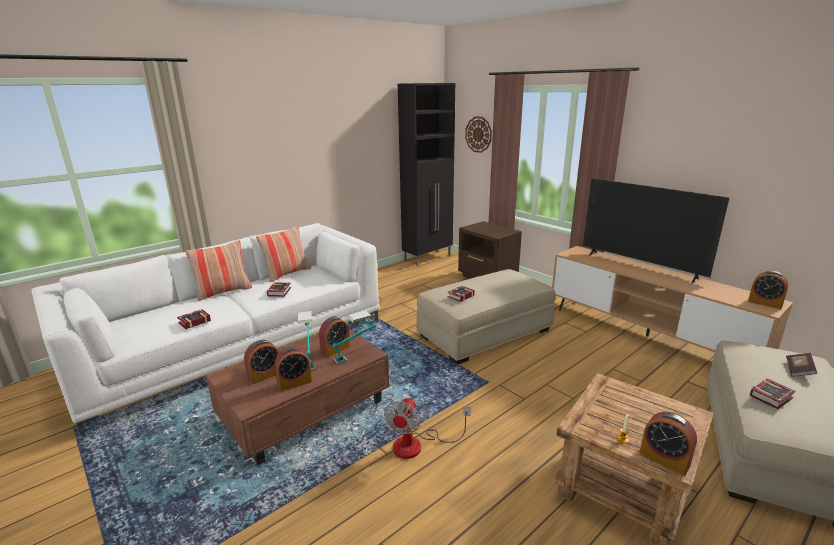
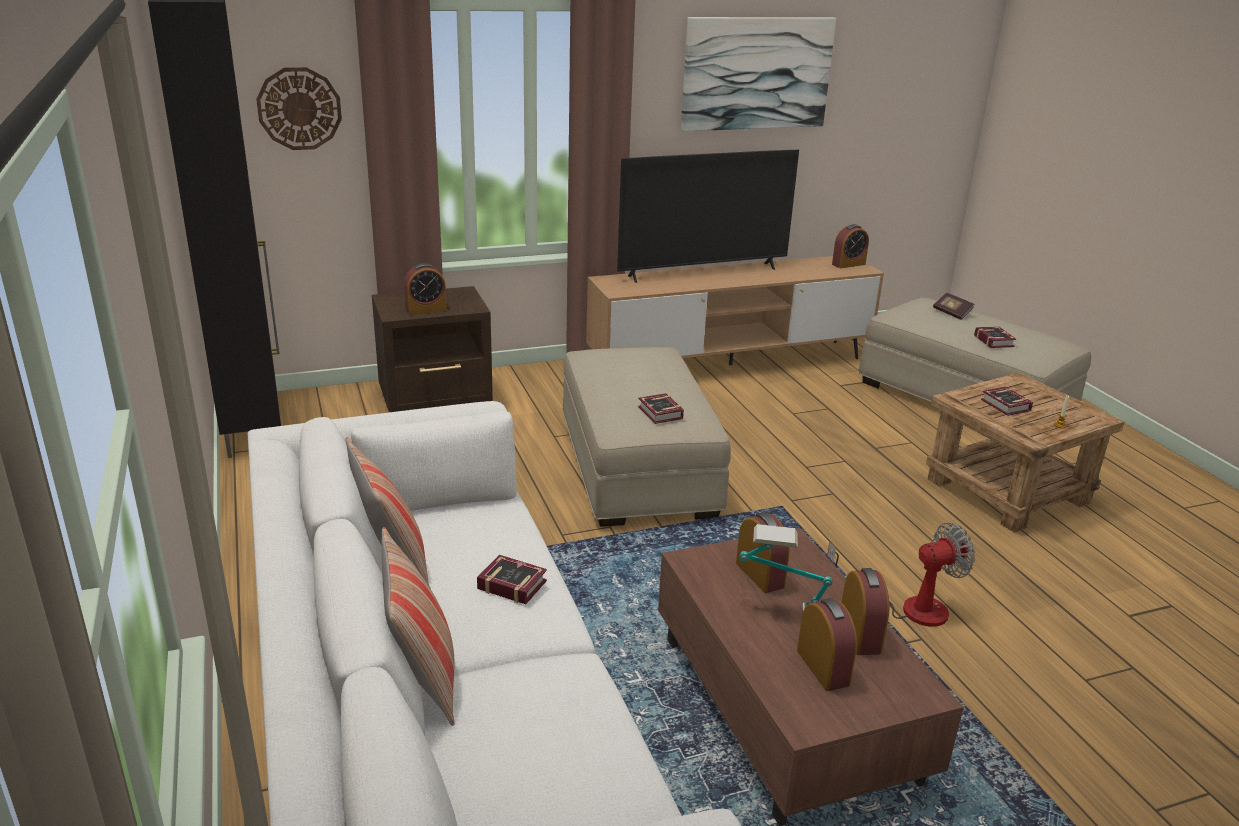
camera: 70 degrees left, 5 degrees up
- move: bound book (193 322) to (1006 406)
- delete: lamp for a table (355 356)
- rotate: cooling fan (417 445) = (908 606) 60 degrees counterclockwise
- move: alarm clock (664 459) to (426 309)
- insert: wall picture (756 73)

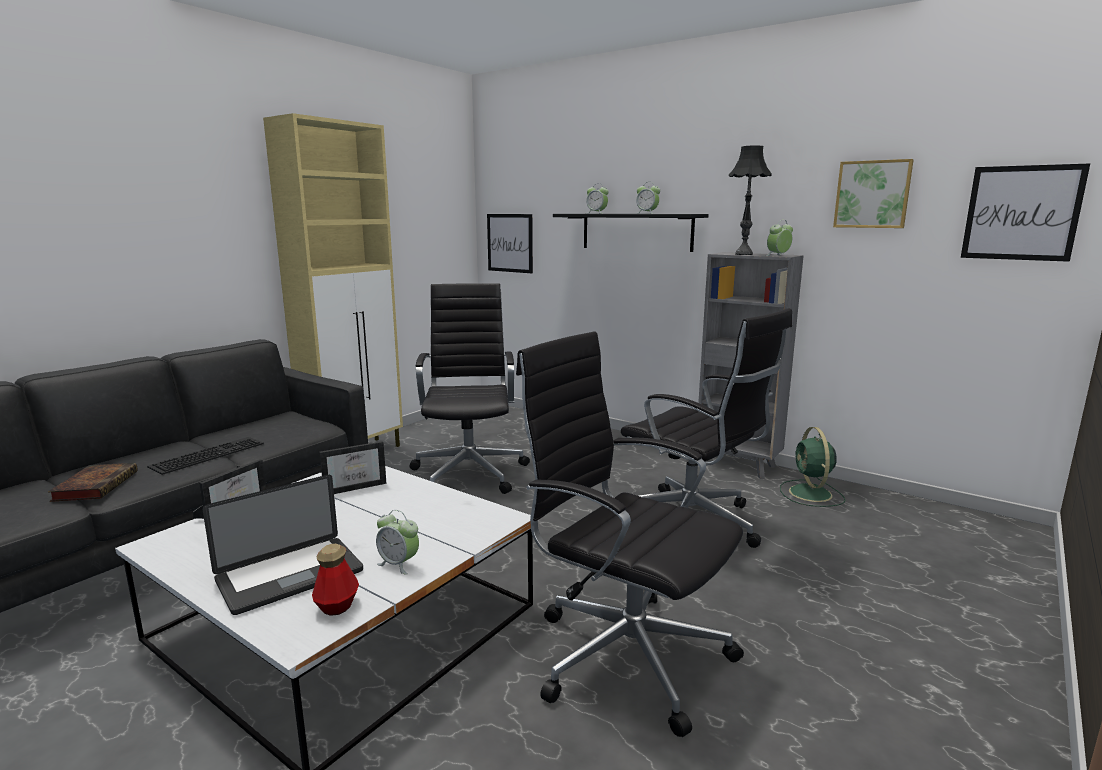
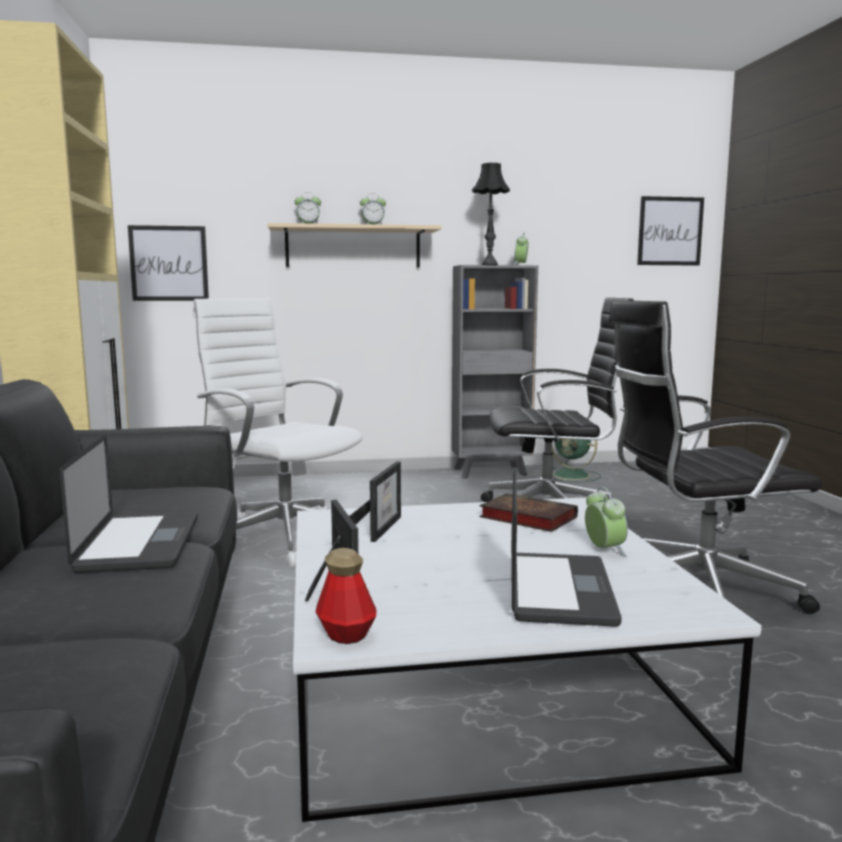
camera: 45 degrees left, 5 degrees down
- delete: wall picture (872 194)
- recolor: black bracket shelf (636 232) to sand-coloured bracket shelf (353 247)
- recolor: black computer chair (470 472) to white computer chair (282 537)
- replace: computer keyboard (208 454) to portable computer (140 544)
- move: bound book (96 485) to (525 517)
- rotate: alarm clock (399 564) = (604 550) 90 degrees counterclockwise
- move: beverage bottle (337 606) to (346 634)

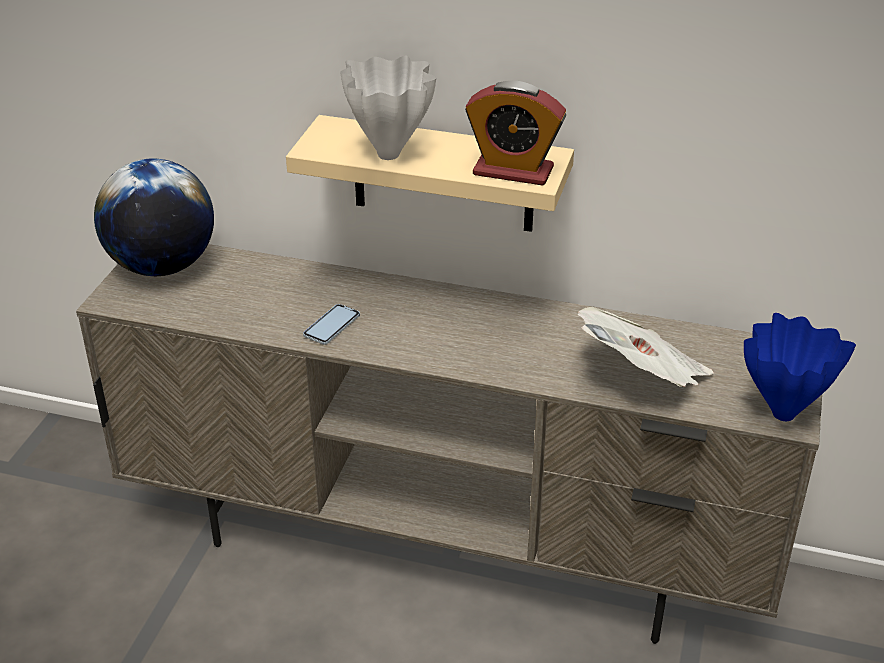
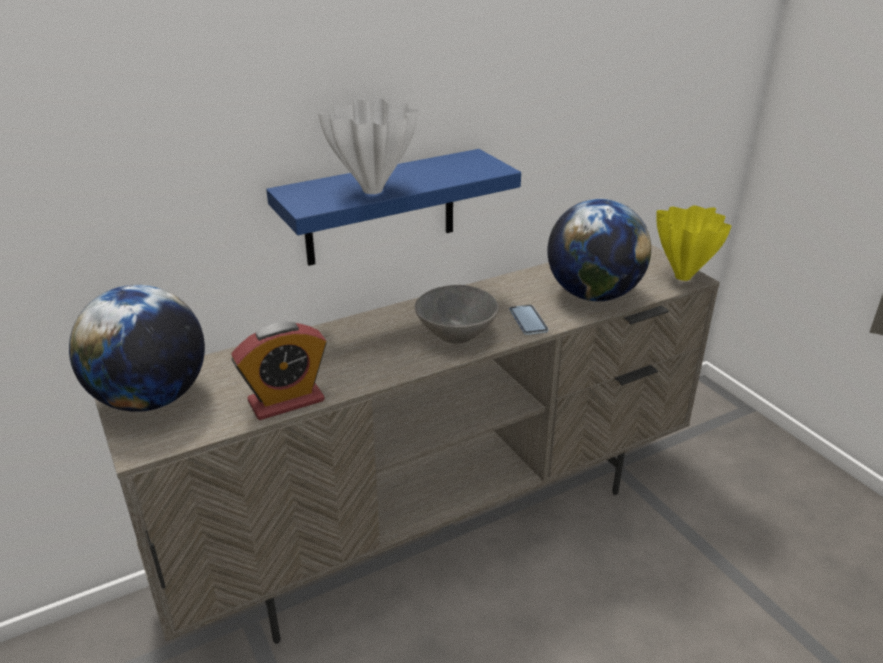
camera: 45 degrees left, 5 degrees down
- move: alarm clock (513 171) to (286 401)
- recolor: sand-coloured bracket shelf (443 174) to bluish bracket shelf (380 208)
- move: handset (332 325) to (528 321)
- replace: newspaper (643 377) to desk globe (593 295)
- recolor: bluish vase (781 414) to yellowish vase (682 277)
- insert: gray bowl (457 334)

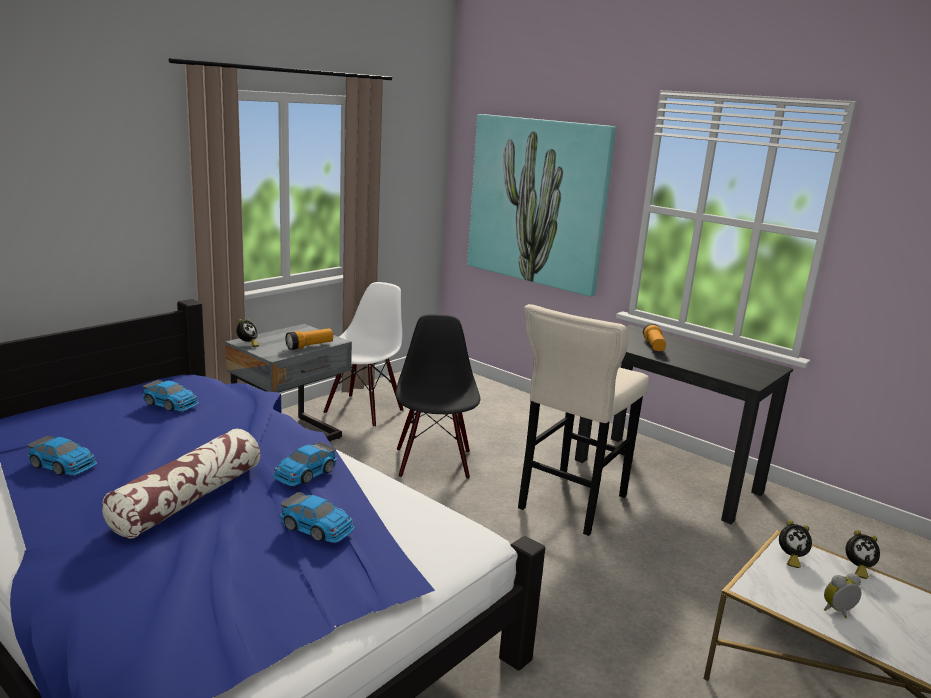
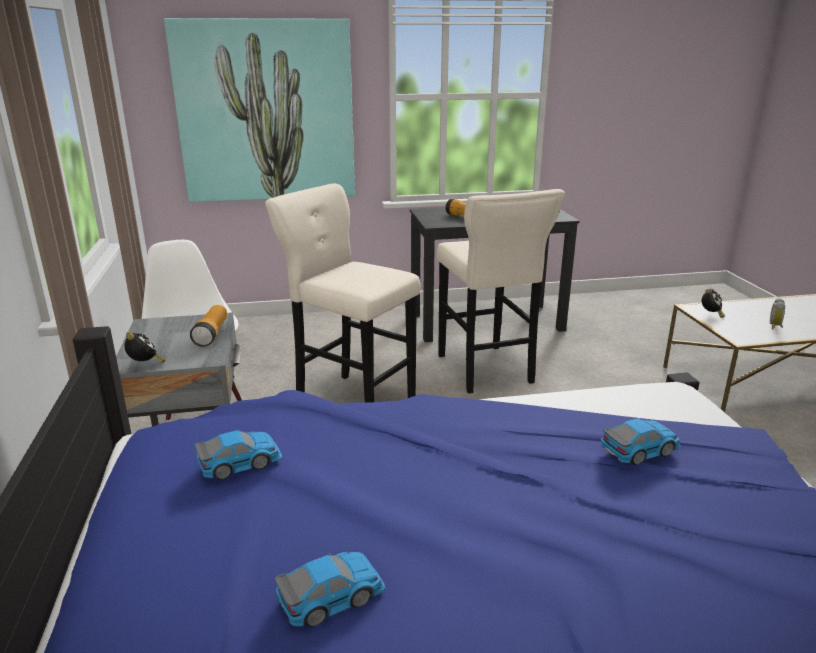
camera: 50 degrees left, 5 degrees up
- replace: black plain chair (433 463) to sand-coloured stool (351 401)
- delete: cushion (189 499)
- delete: toy car (305 473)
- delete: alarm clock (857 569)

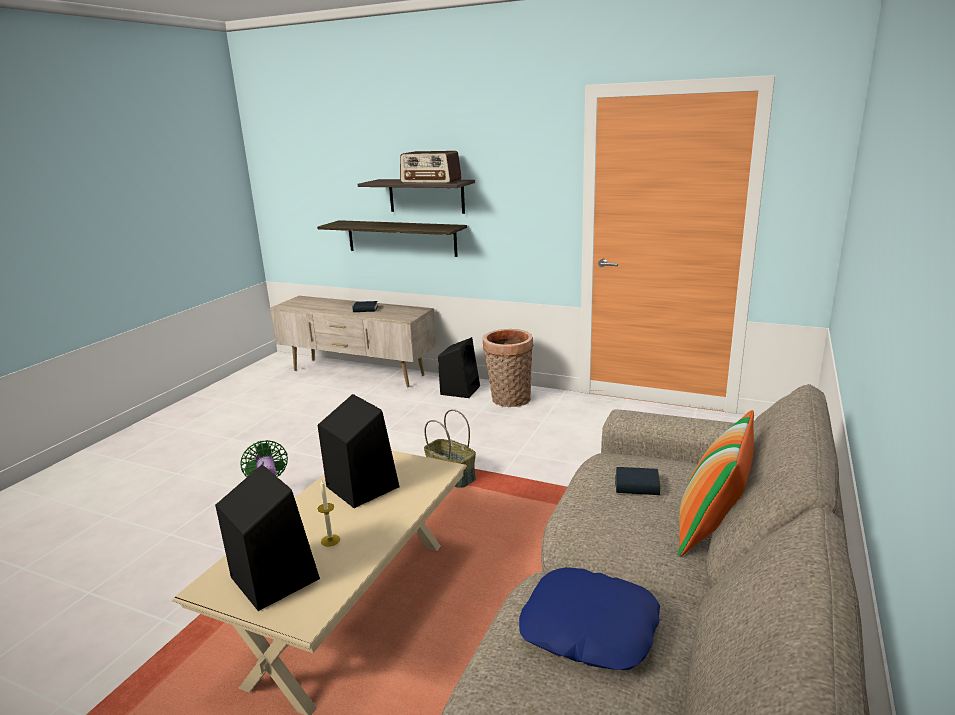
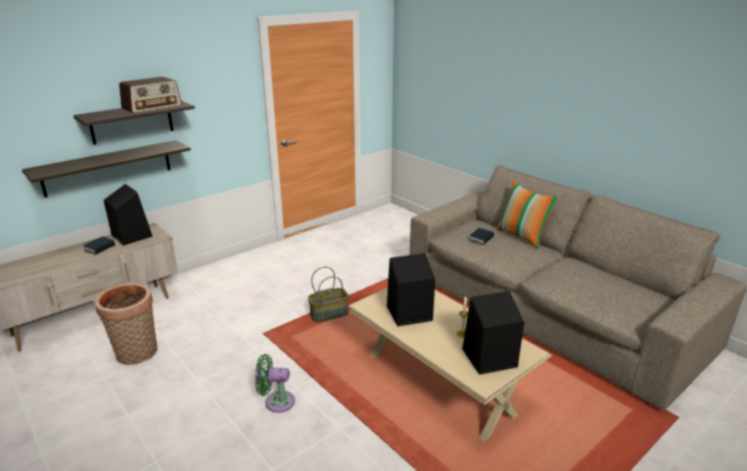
camera: 65 degrees left, 5 degrees up
- move: basket (509 400) to (136 355)
- move: black loudspeaker (460 390) to (131 236)
- delete: bluish cushion (588 629)

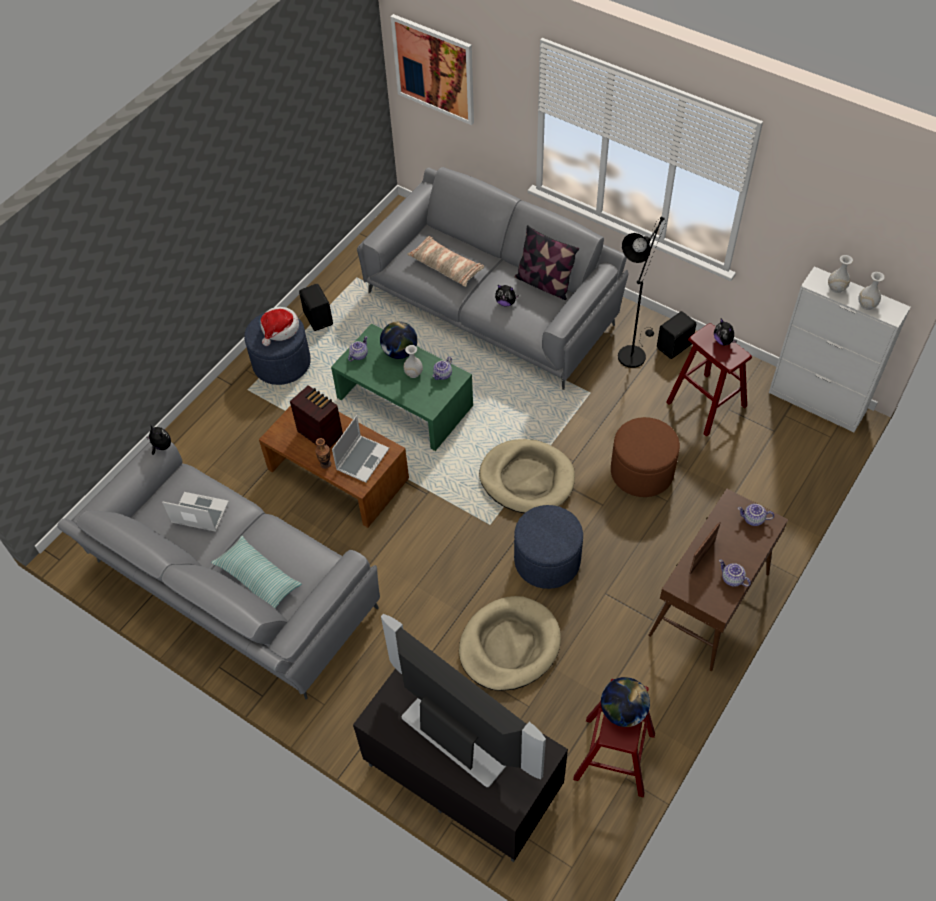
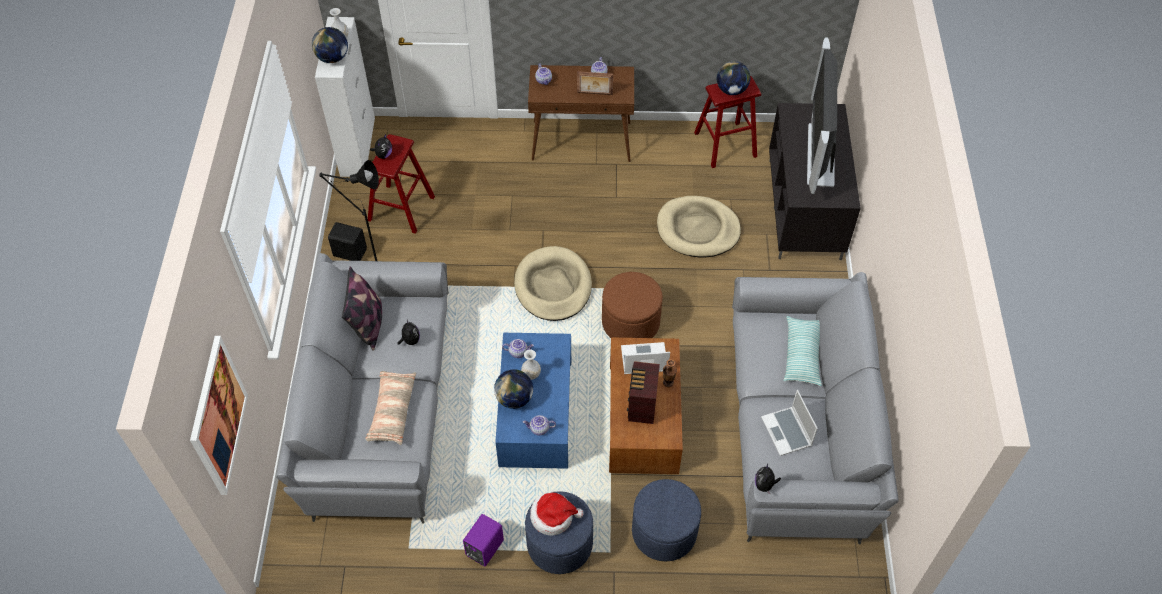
camera: 125 degrees left, 0 degrees up
- replace: white vase (836 288) to desk globe (333 58)
- recolor: black loudspeaker (319 318) to purple-coloured loudspeaker (483 548)
- recolor: green lounge table (405 401) to bluish lounge table (535 412)
- move: brown pouffe (641 472) to (630 322)
- move: bluish pouffe (547 560) to (664 531)

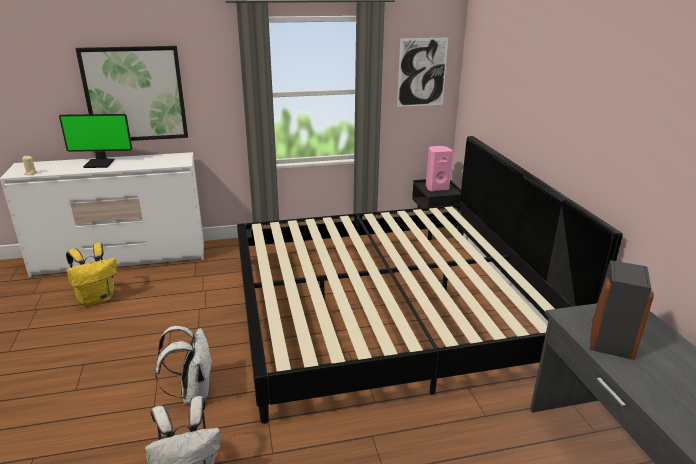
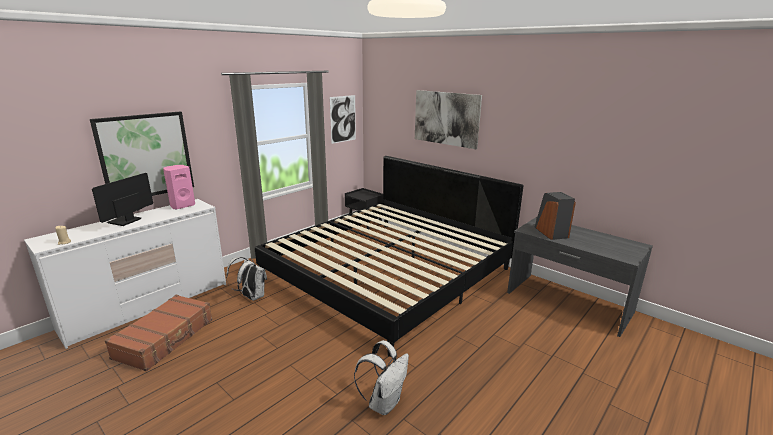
camera: 35 degrees left, 5 degrees down
- rotate: computer screen (100 163) = (125 221) 150 degrees clockwise
- move: pink loudspeaker (436 188) to (182 206)
- replace: yellowish knapsack (97 298) to brown piece of luggage (165 338)
- move: white knapsack (193 392) to (251 297)
- insert: wall picture (446 118)

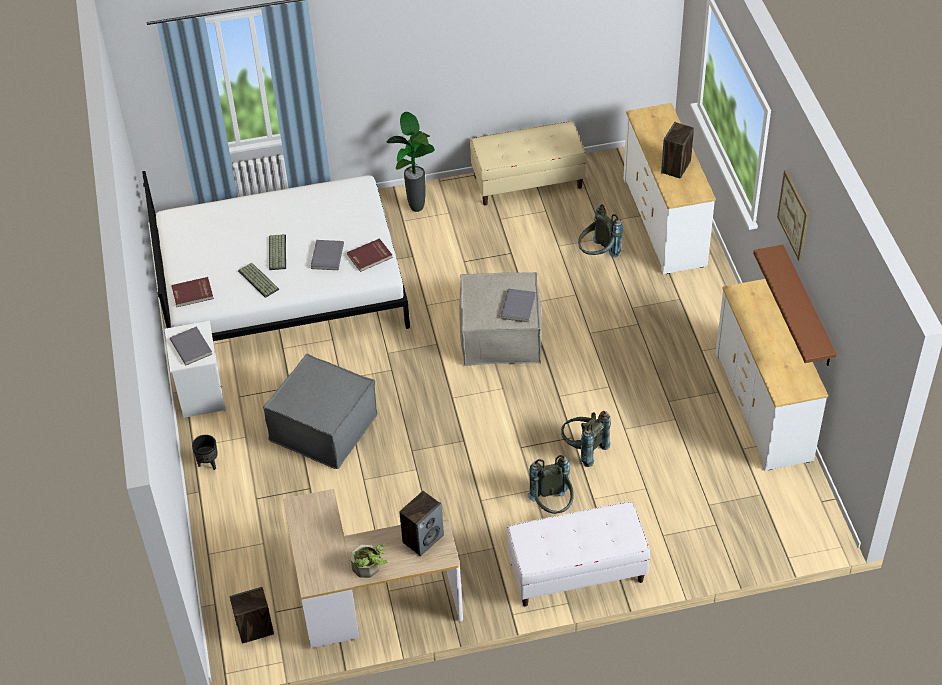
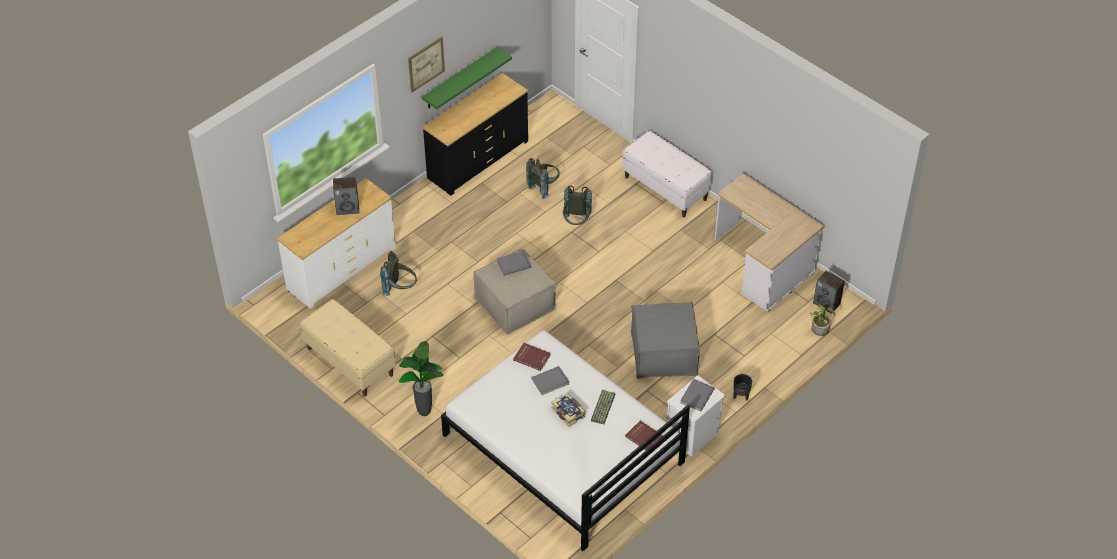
camera: 125 degrees left, 0 degrees up
- replace: computer keyboard (276 252) to bound book (569 412)
- recolor: brown bracket shelf (807 307) to green bracket shelf (460 79)
- recolor: white dresser (763 406) to black dresser (477 159)
- move: gray knapsack (552 506) to (544 187)
- delete: loudspeaker (423 538)
- move: potted plant (369 568) to (820 326)

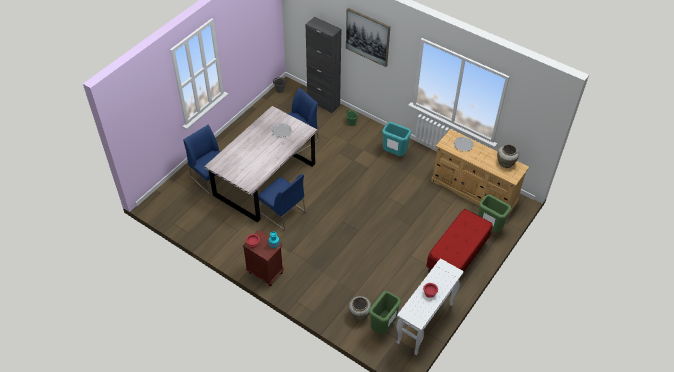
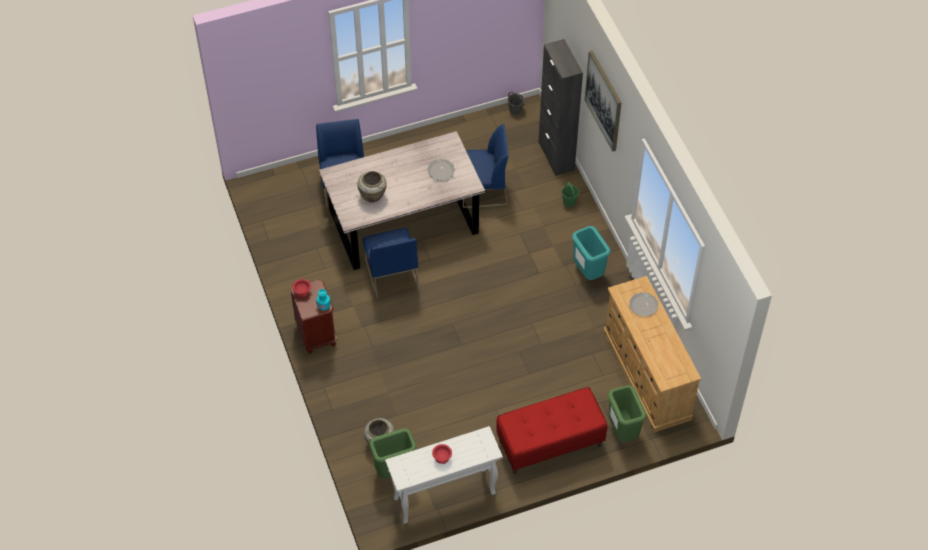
camera: 35 degrees right, 5 degrees up
- move: sand-coloured vase (506 163) to (373 196)

